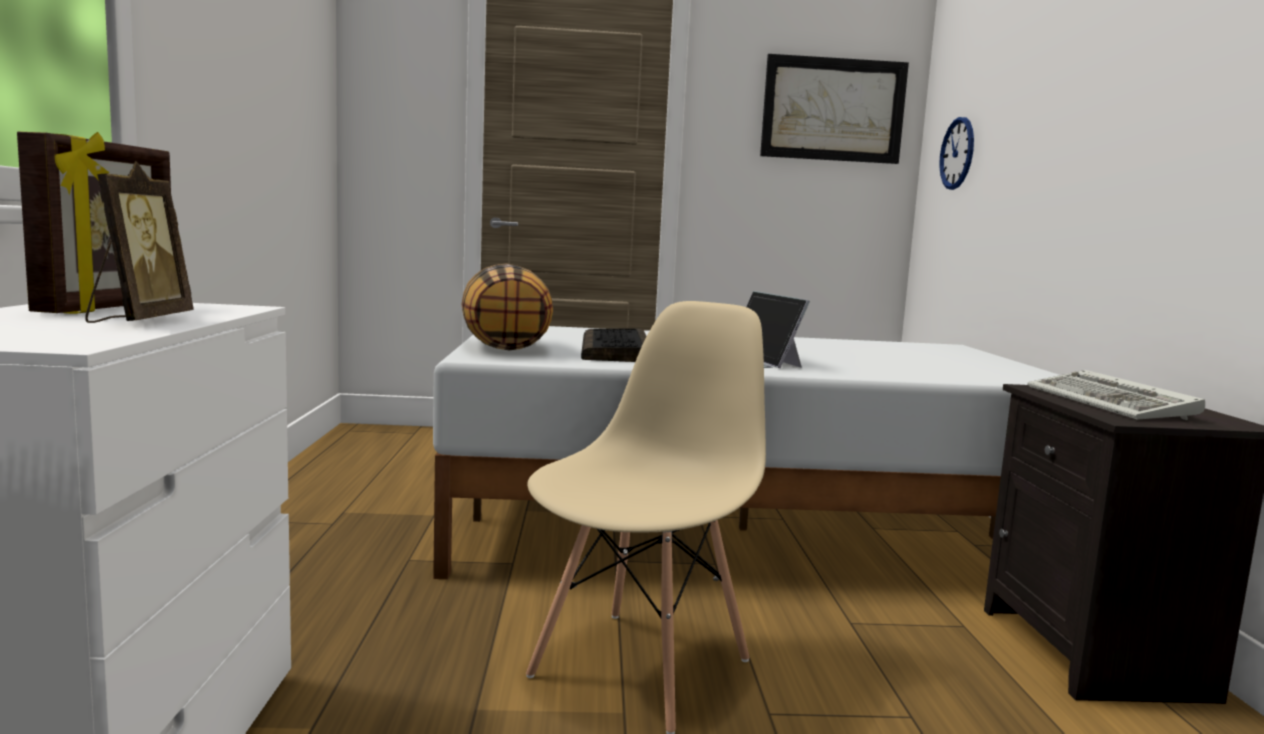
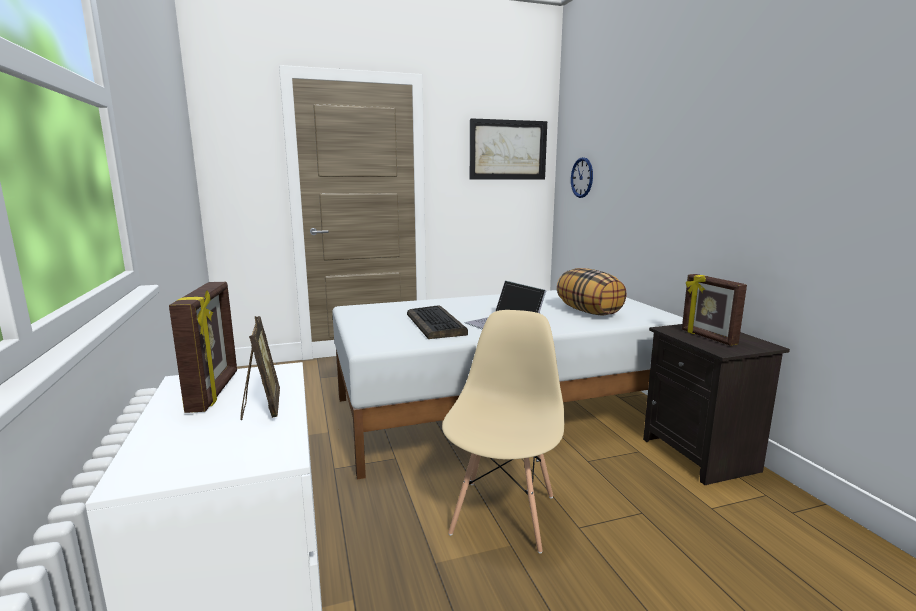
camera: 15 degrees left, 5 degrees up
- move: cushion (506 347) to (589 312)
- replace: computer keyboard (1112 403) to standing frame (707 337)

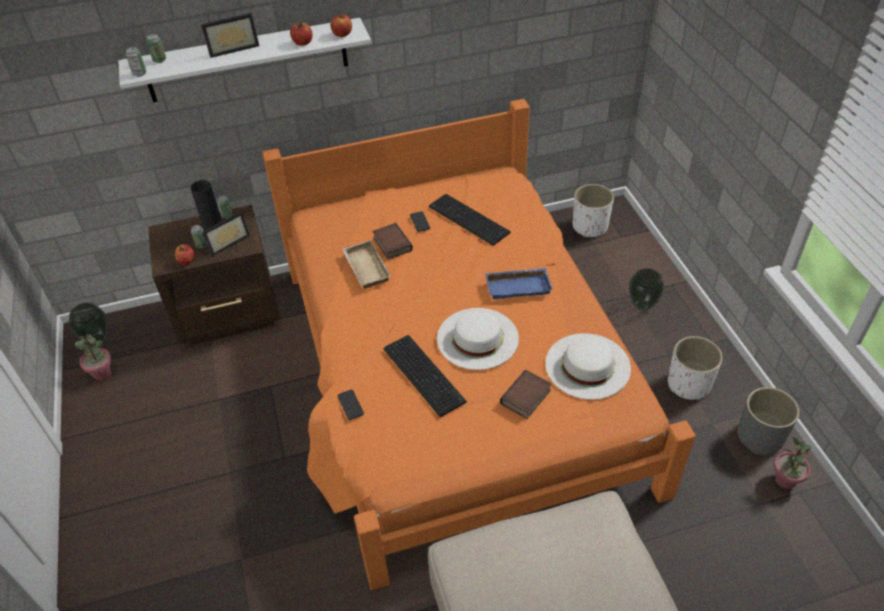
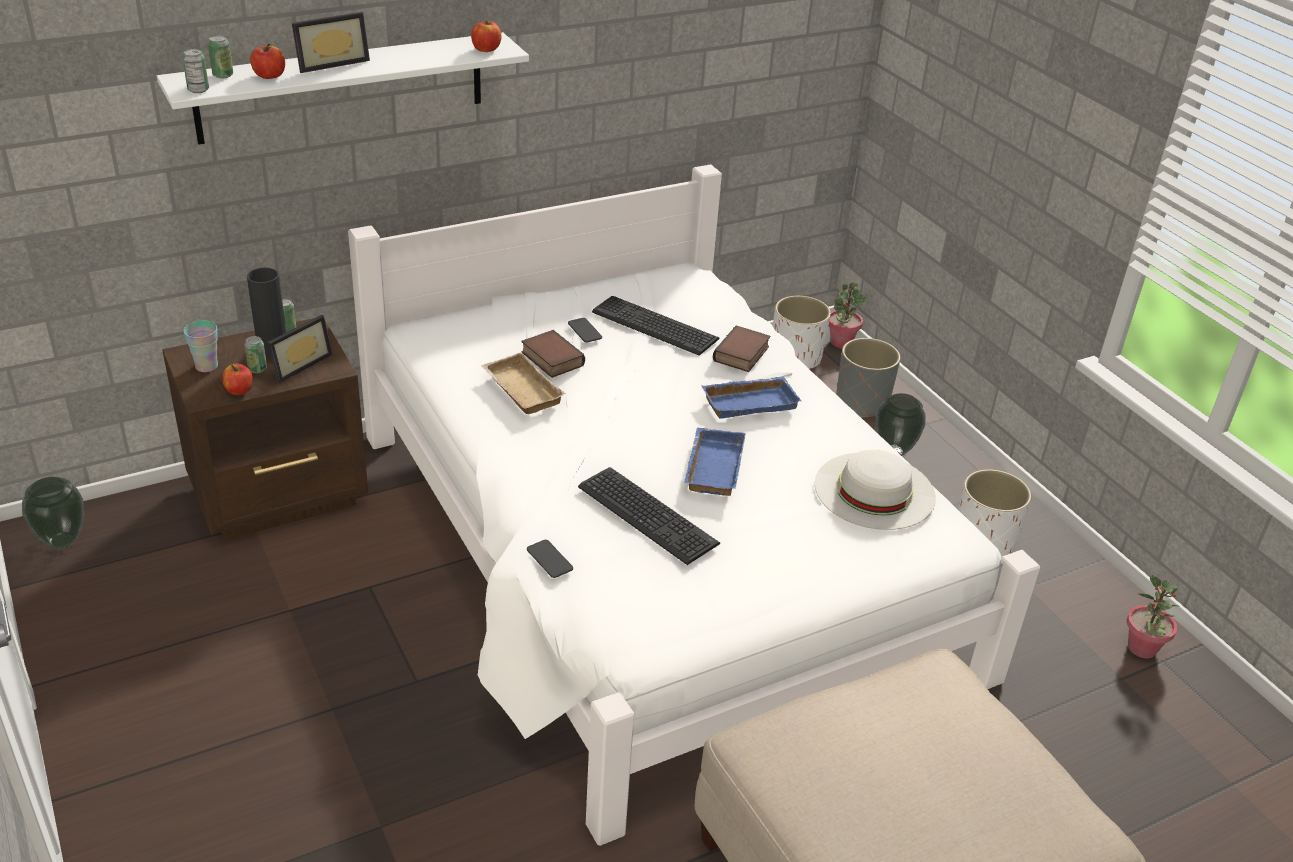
camera: 15 degrees left, 10 degrees down
- move: apple fruit (302 43) to (269 76)
- recolor: orange bed (457 375) to white bed (655 553)
- replace: white wearable hat (477 338) to bluish tray (711 466)
- move: potted plant (102 373) to (841 342)
- move: bound book (526 398) to (742 355)
- move: gray planter (760 437) to (862 403)
- insert: small cup (206 366)

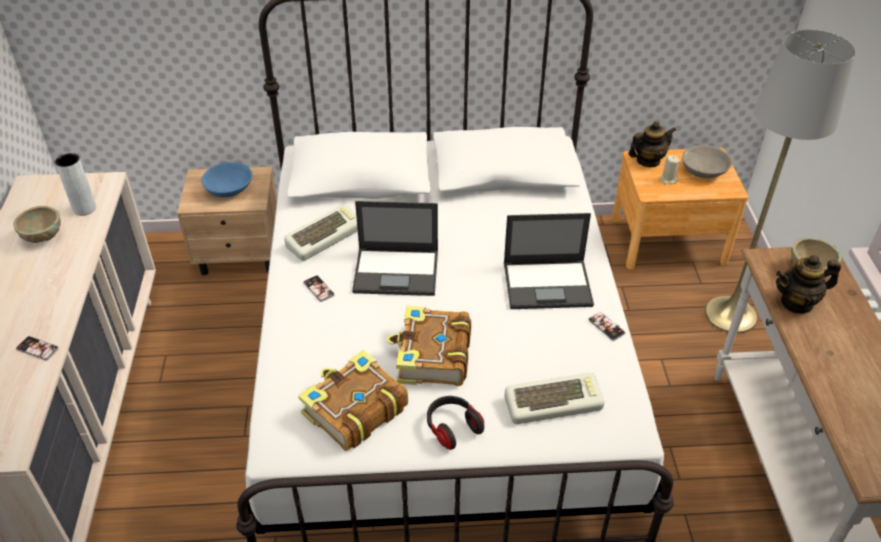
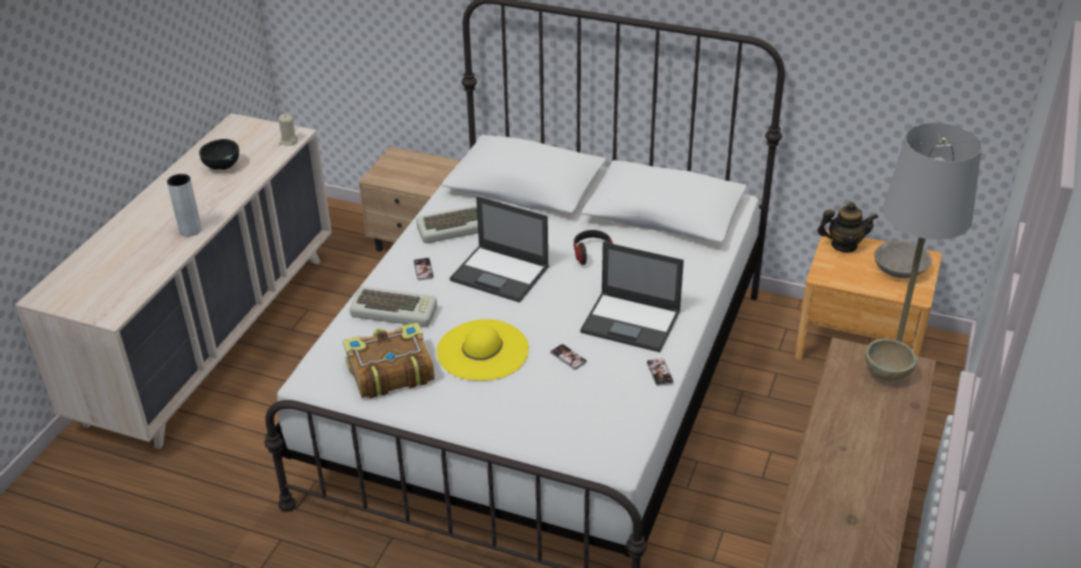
camera: 25 degrees right, 5 degrees down
- move: gray vase (84 209) to (190 230)
- move: sand-coloured wax candle (668 179) to (288 141)
- delete: bluish bowl (229 188)
- recolor: sand-coloured bowl (43 237) to black bowl (222 167)
- delete: teapot (797 303)
- replace: bound book (432 357) to yellowish wearable hat (483 350)
- move: handset (37 349) to (568 357)
- move: computer keyboard (553 402) to (395 311)
- move: headphones (452 427) to (593 254)

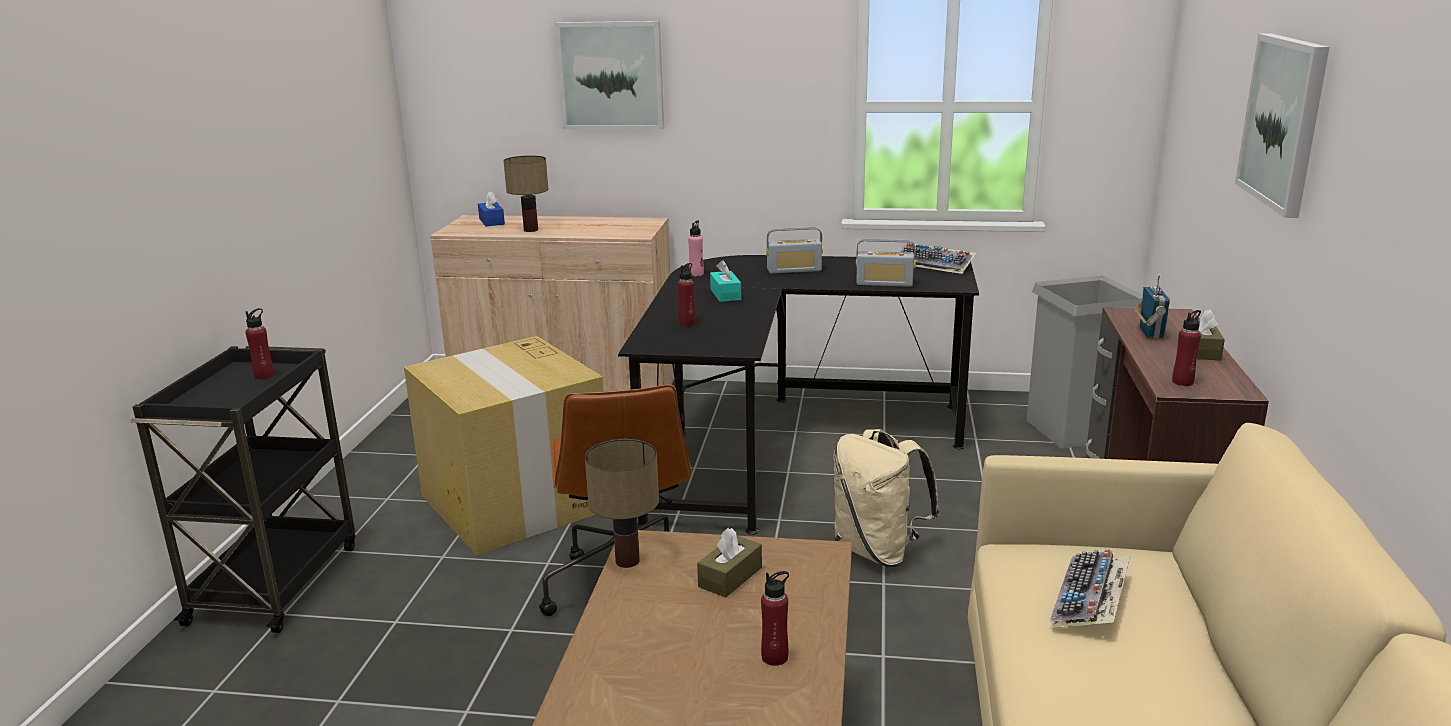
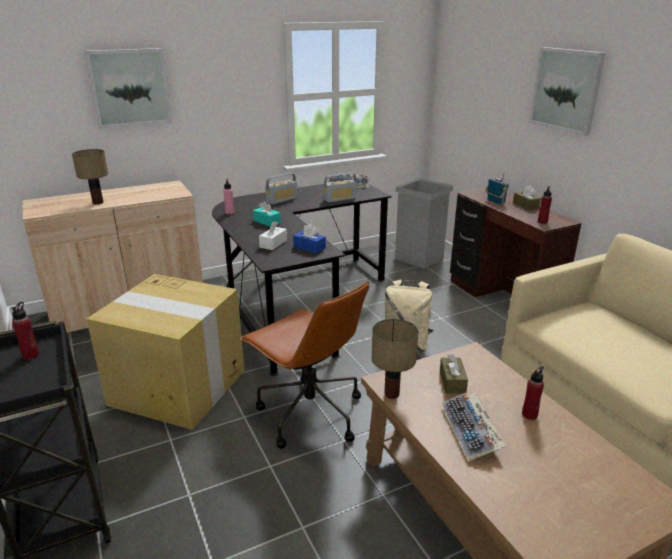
camera: 35 degrees left, 5 degrees up
- move: bluish tissue box (491 221) to (309 247)
- replace: red beverage bottle (687 323) to white tissue box (273 244)
- move: computer keyboard (1090 602) to (471 432)

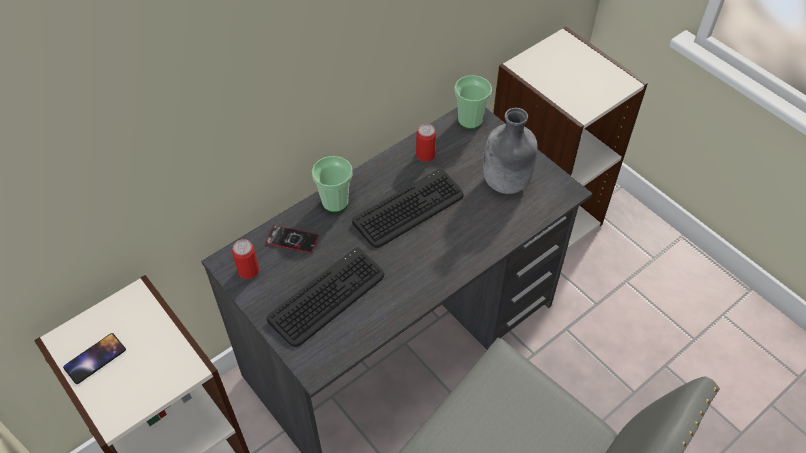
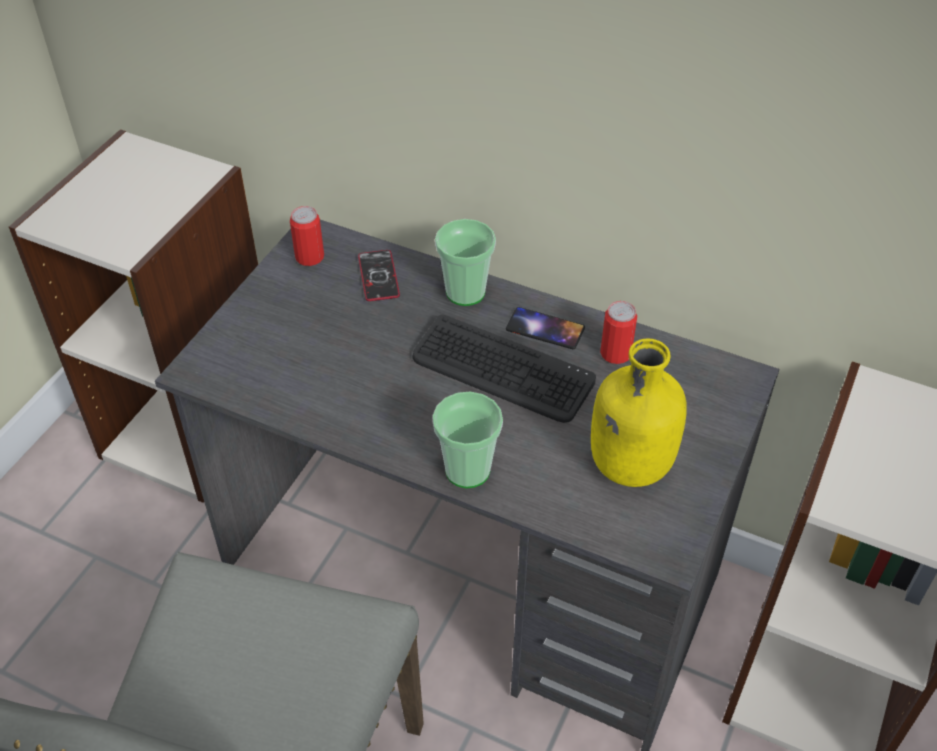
camera: 65 degrees right, 5 degrees down
- move: small cup (470 120) to (467 470)
- recolor: gray beverage bottle (506 183) to yellowish beverage bottle (628 465)
- delete: computer keyboard (327 297)
- move: handset (95 358) to (545 328)

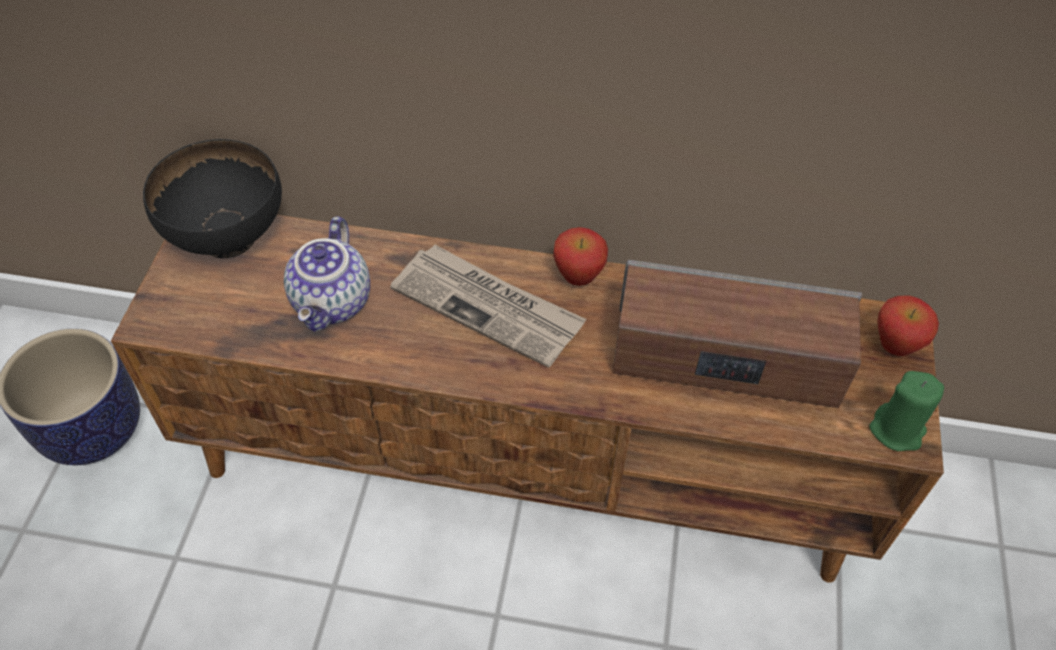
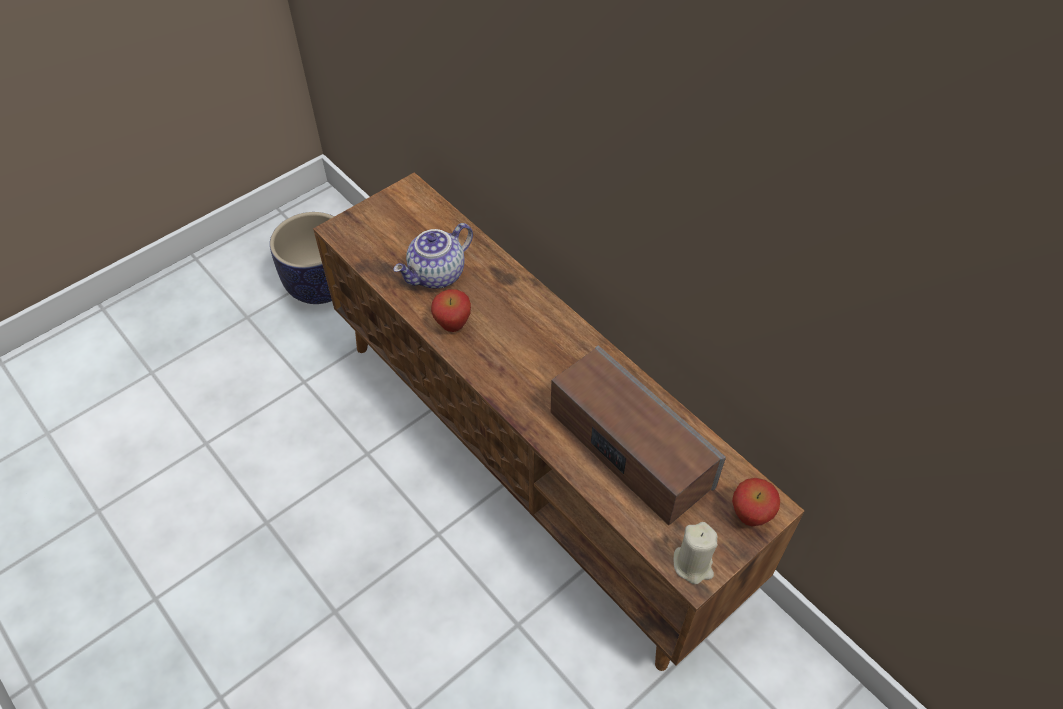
camera: 40 degrees right, 0 degrees up
- delete: black bowl (228 239)
- move: apple fruit (578 278) to (453 326)
- delete: newspaper (489 307)
- recolor: green wax candle (897 430) to sand-coloured wax candle (693 564)

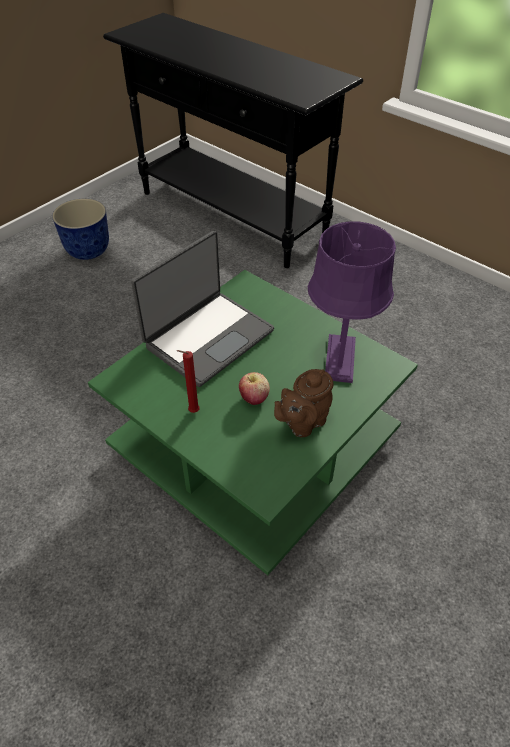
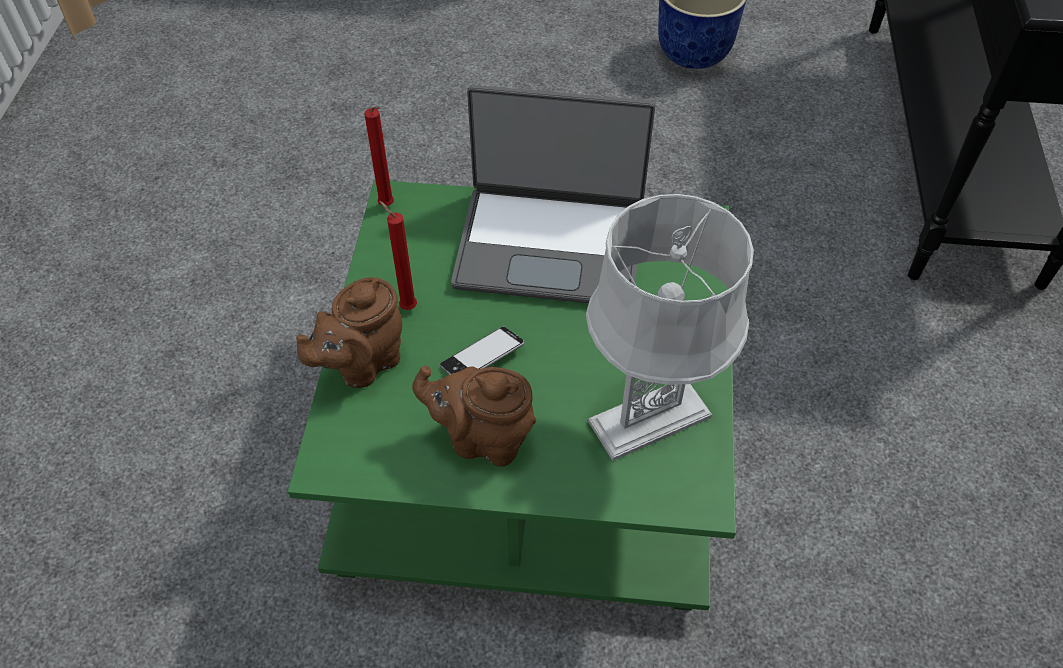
camera: 55 degrees right, 5 degrees up
- recolor: purple-coloured lamp for a table (340 359) to gray lamp for a table (649 420)
- replace: apple fruit (254 398) to handset (482 358)
- insert: red wax candle (388 206)
- insert: brown teapot (362 364)

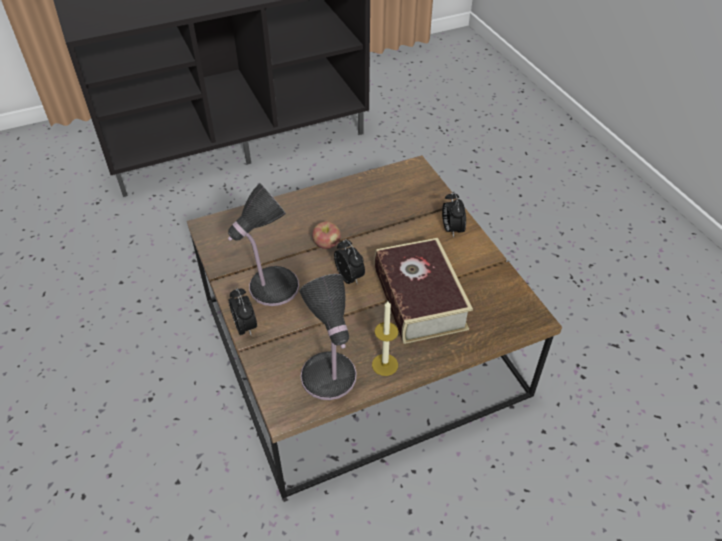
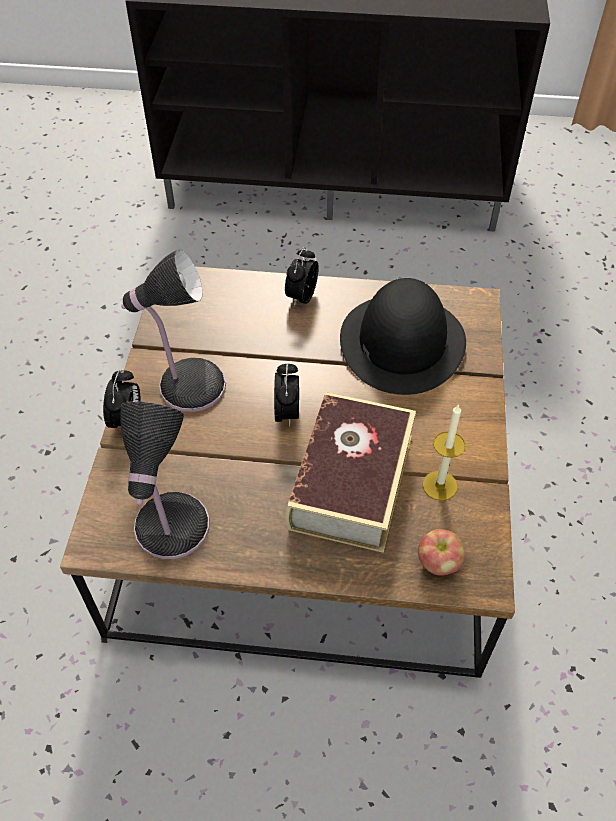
camera: 30 degrees right, 5 degrees up
- move: alarm clock (451 229) to (301 297)
- move: apple fruit (327 244) to (438 563)
- move: wax candle (385 364) to (439 485)
- insert: black wearable hat (402 342)

